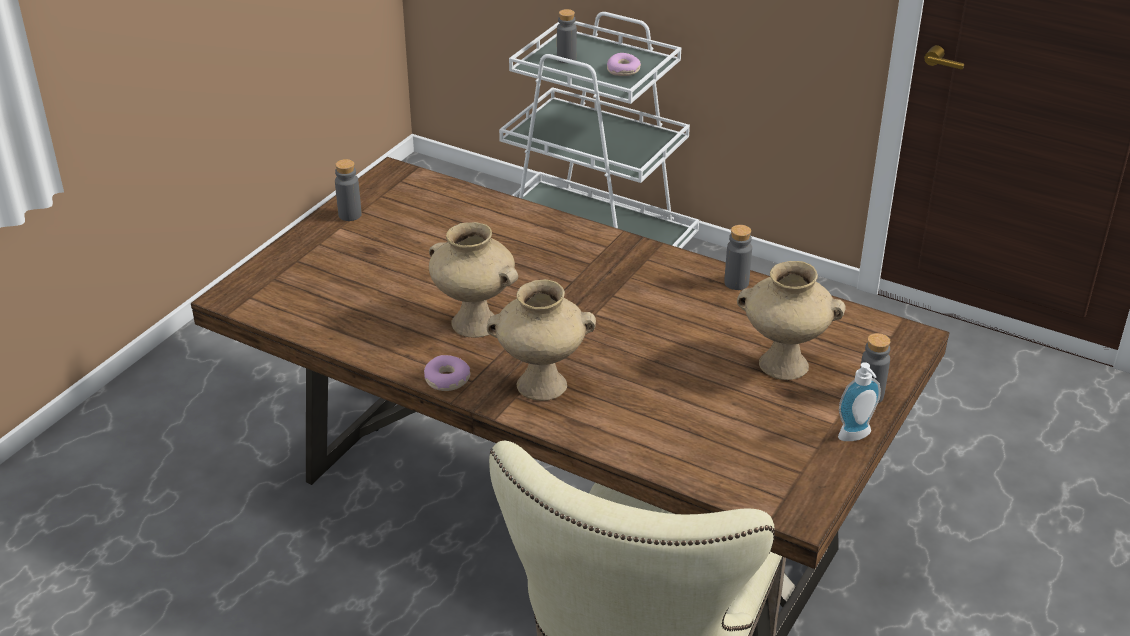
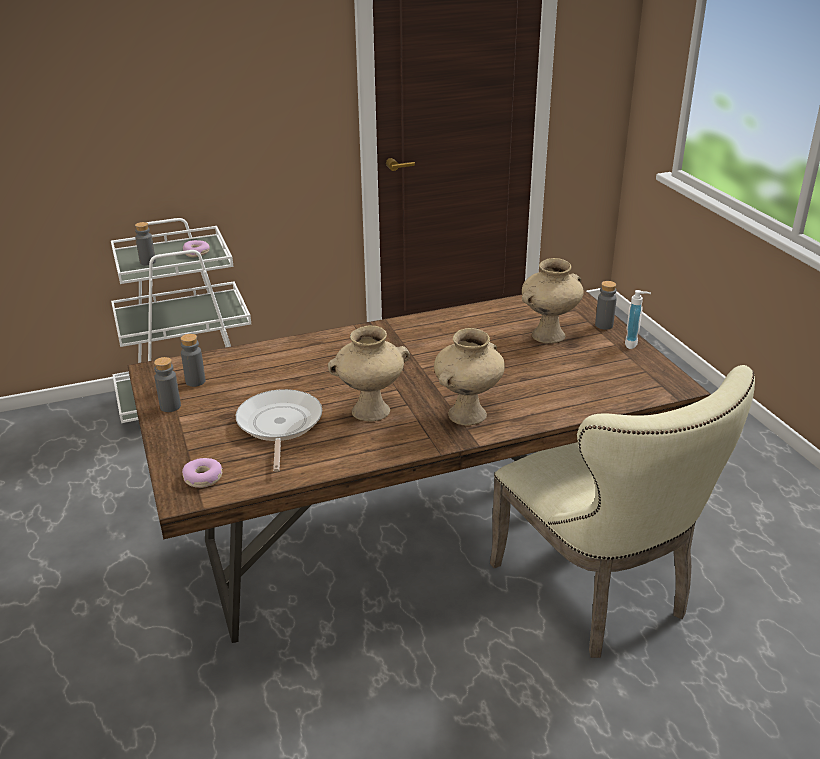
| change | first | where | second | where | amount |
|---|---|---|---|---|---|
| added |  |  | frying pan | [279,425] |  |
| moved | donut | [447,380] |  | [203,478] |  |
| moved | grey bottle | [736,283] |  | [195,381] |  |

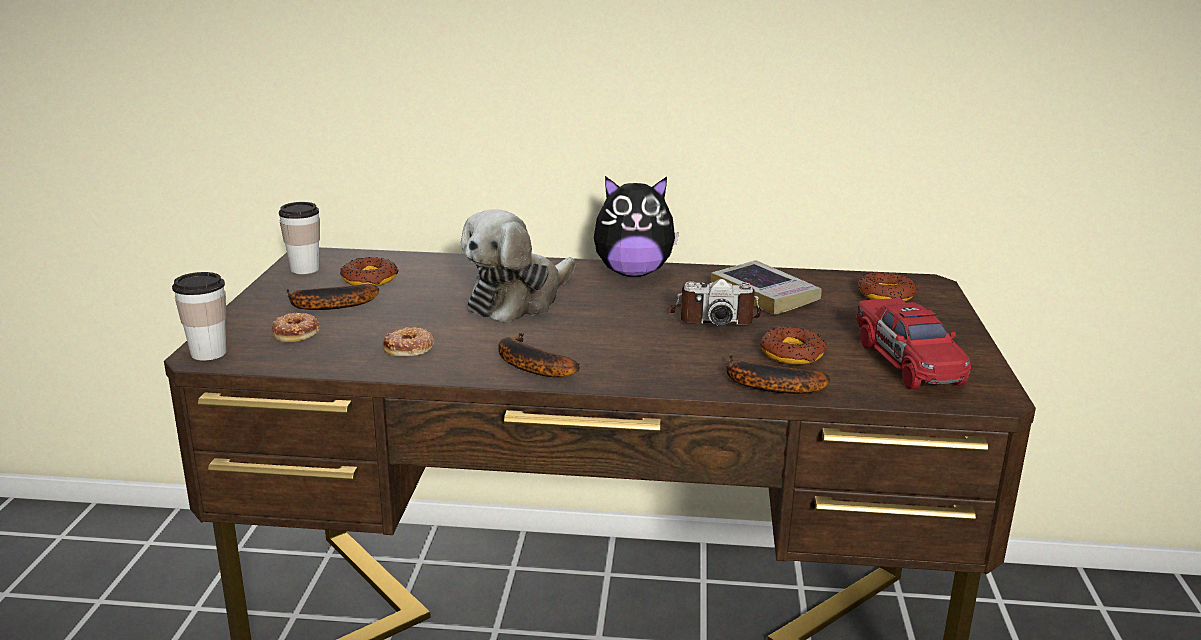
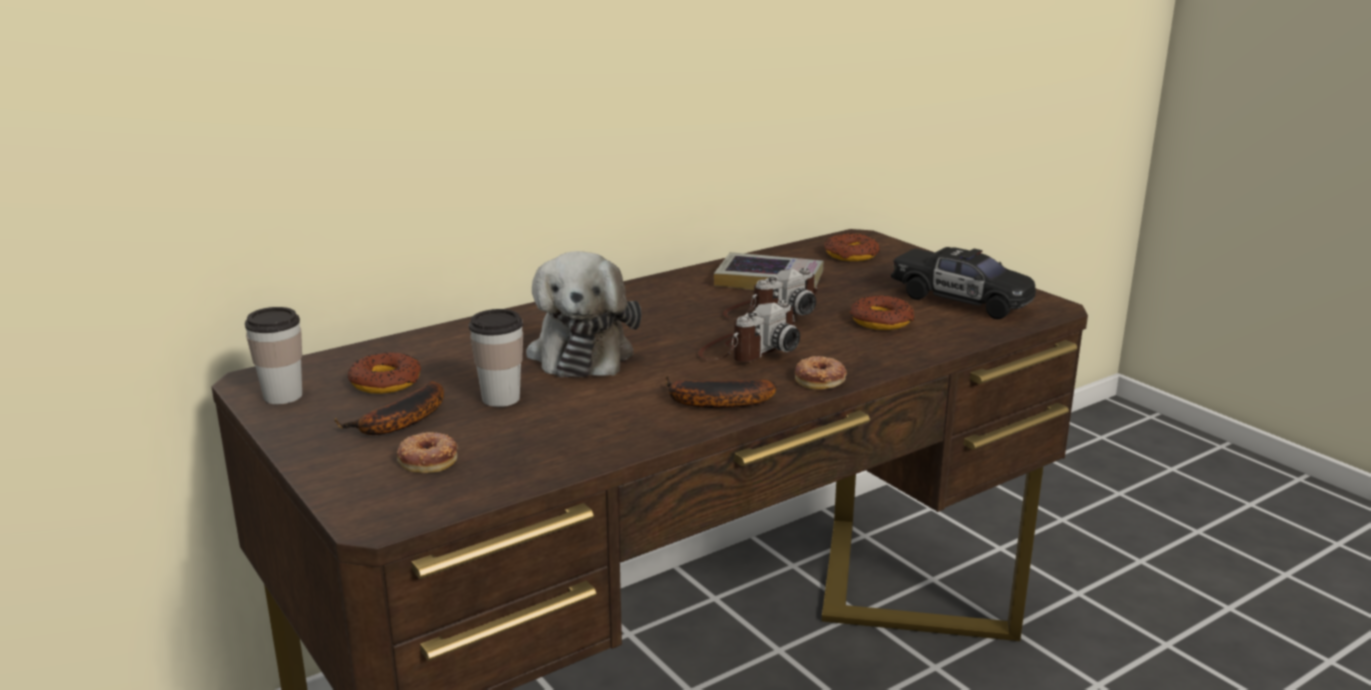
| change | first | where | second | where | amount |
|---|---|---|---|---|---|
| removed | plush toy | [633,273] |  |  |  |
| removed | banana | [765,385] |  |  |  |
| added |  |  | photo camera | [748,350] |  |
| moved | cup | [208,353] |  | [500,398] |  |
| moved | donut | [410,348] |  | [820,379] |  |
| recoloured | red toy car | [907,362] | black toy car | [961,300] |  |

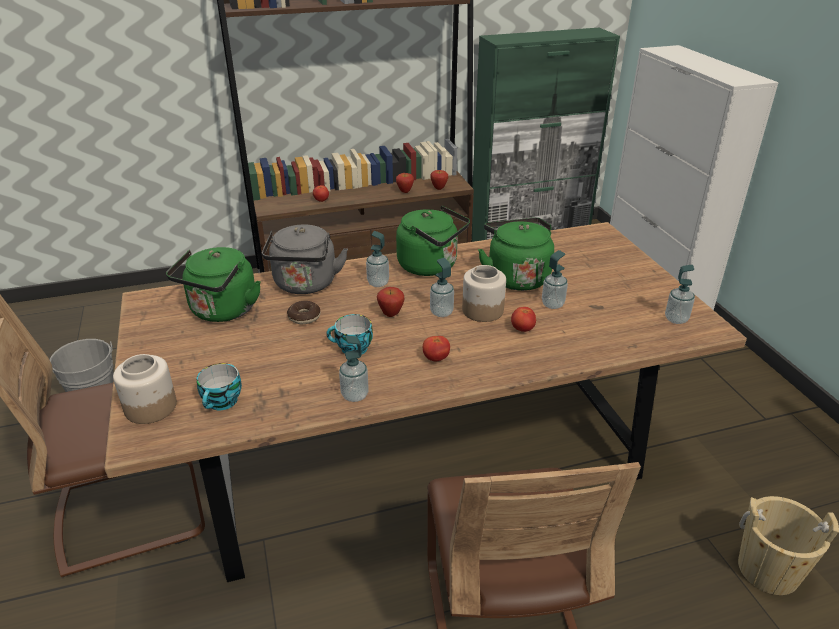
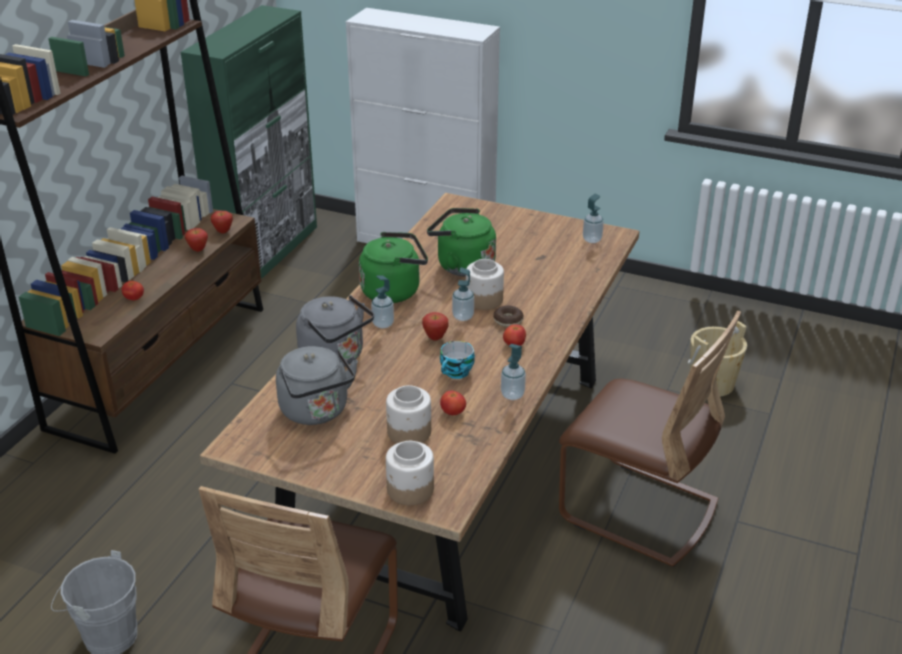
| change | first | where | second | where | amount |
|---|---|---|---|---|---|
| removed | cup | [222,402] |  |  |  |
| removed | soap dispenser | [552,304] |  |  |  |
| added |  |  | jar | [409,432] |  |
| moved | donut | [304,317] |  | [508,320] |  |
| moved | tomato | [522,329] |  | [453,413] |  |
| recoloured | green kettle | [222,311] | grey kettle | [316,412] |  |

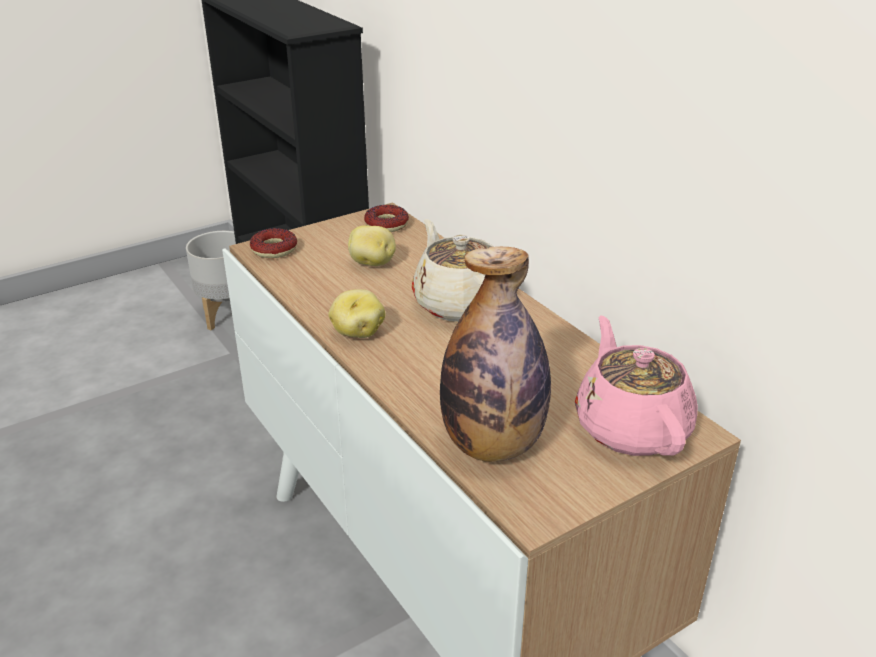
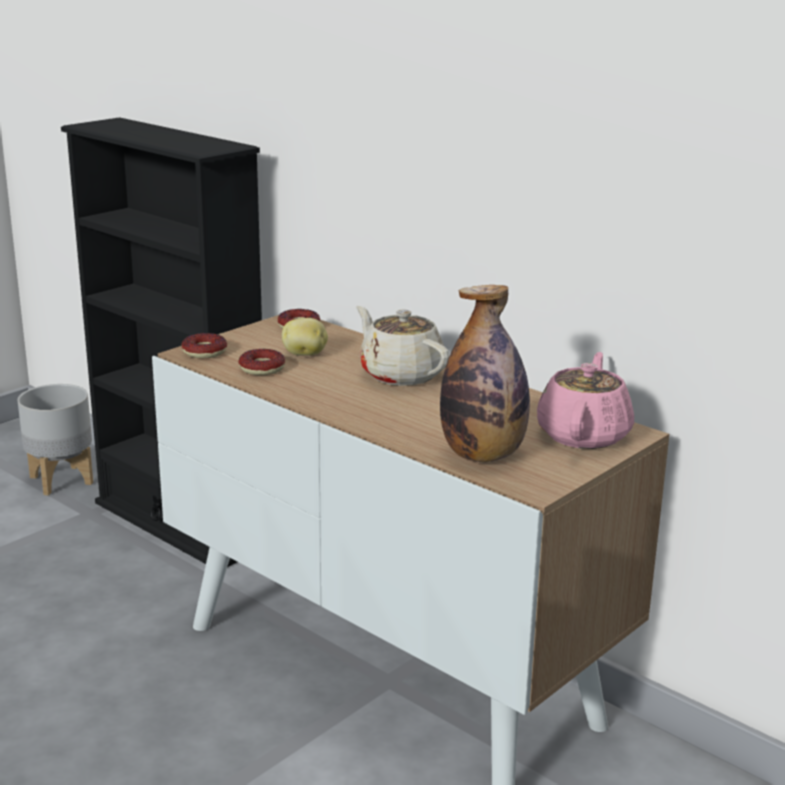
| change | first | where | second | where | amount |
|---|---|---|---|---|---|
| removed | potato | [357,332] |  |  |  |
| added |  |  | donut | [262,368] |  |
| turned | pink teapot | [630,427] |  | [584,434] | 45 degrees clockwise |

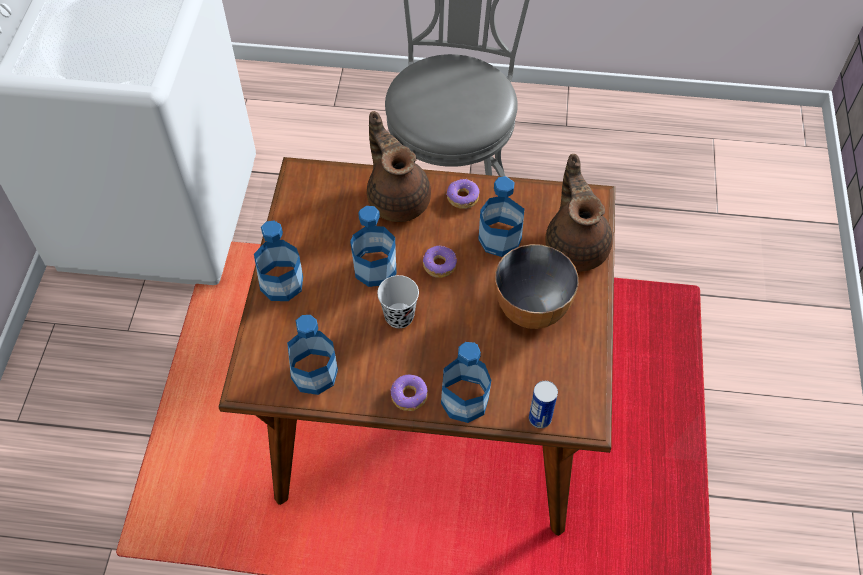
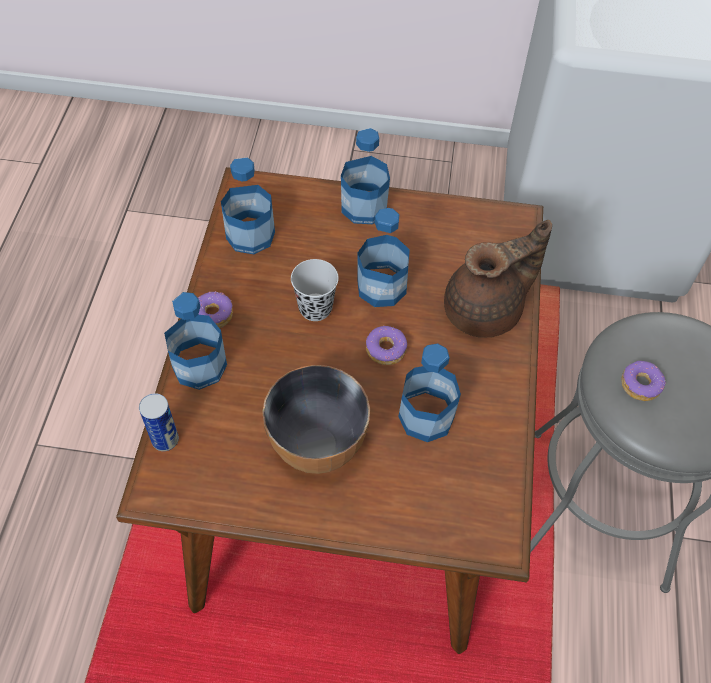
| change | first | where | second | where | amount |
|---|---|---|---|---|---|
| removed | brown teapot | [576,245] |  |  |  |
| moved | donut | [462,198] |  | [640,384] |  |

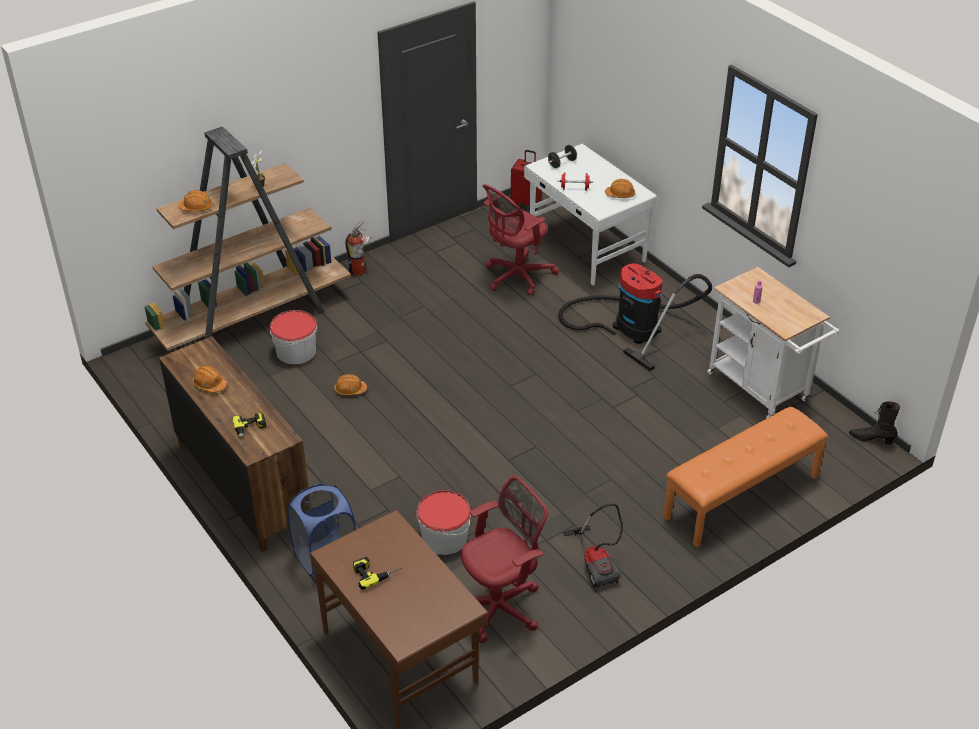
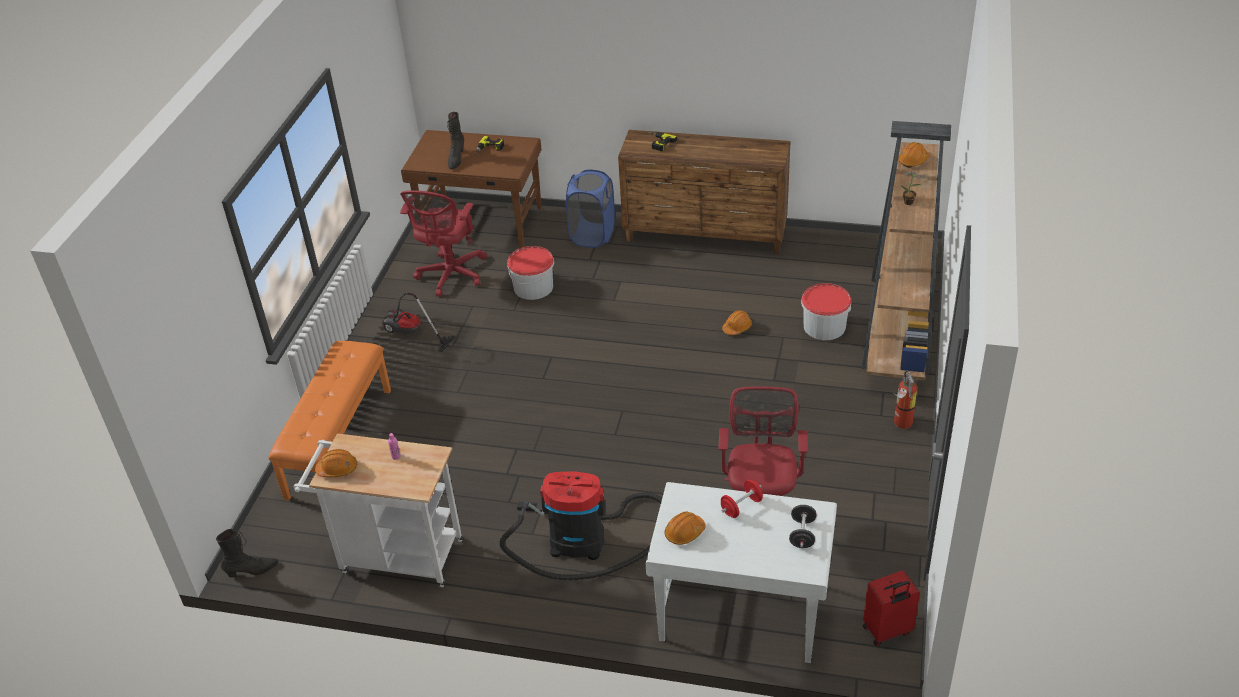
| change | first | where | second | where | amount |
|---|---|---|---|---|---|
| added |  |  | black boot | [456,159] |  |
| moved | orange hard hat | [210,384] |  | [338,469] |  |

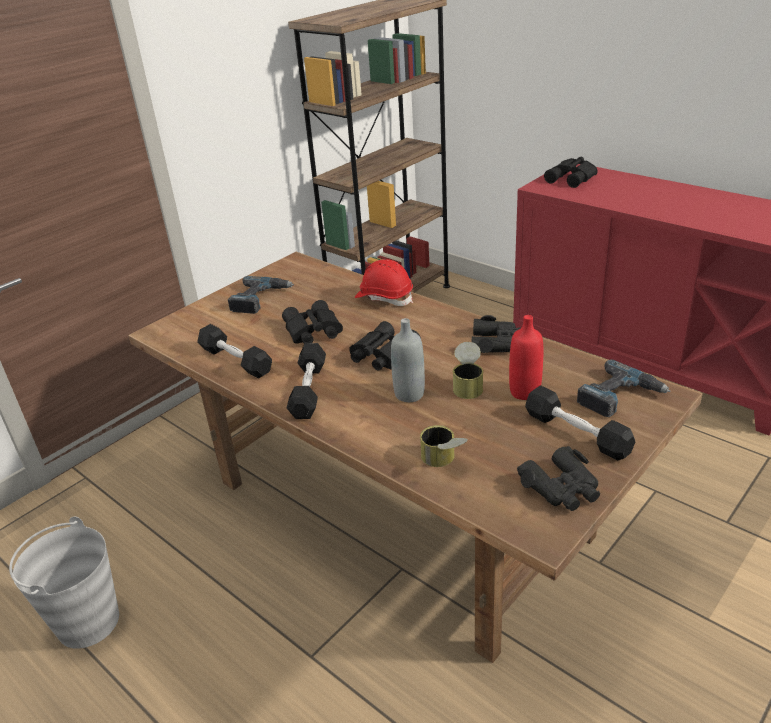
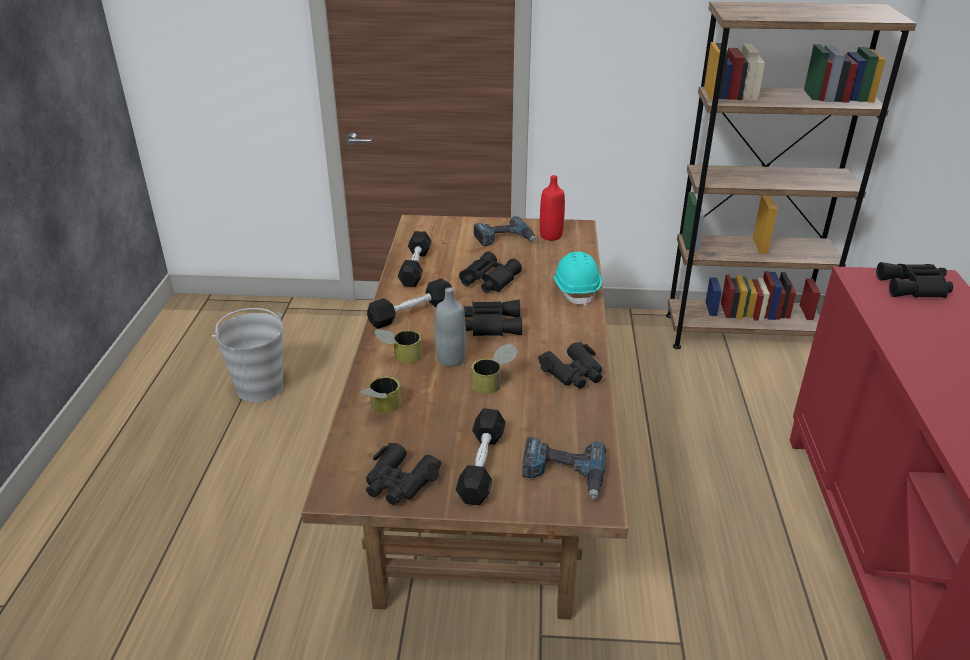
| change | first | where | second | where | amount |
|---|---|---|---|---|---|
| added |  |  | can | [399,357] |  |
| moved | red bottle | [524,392] |  | [551,236] |  |
| recoloured | red hard hat | [384,297] | turquoise hard hat | [576,289] |  |

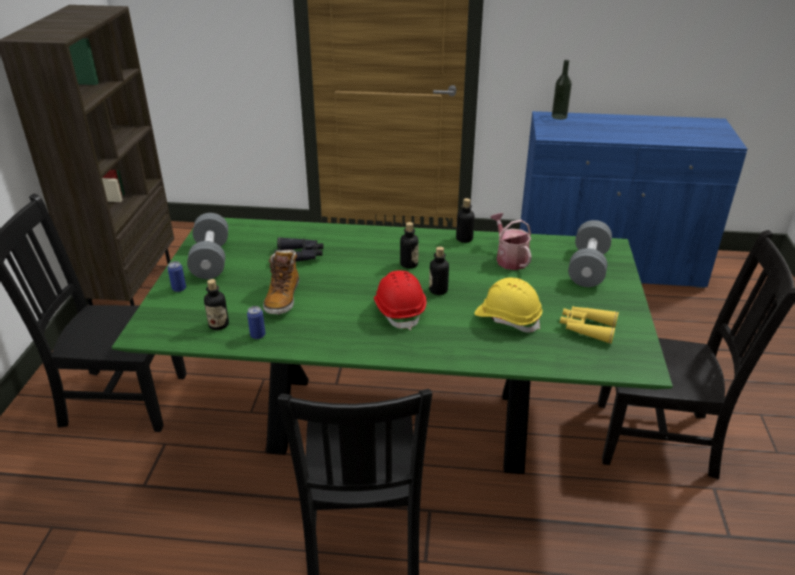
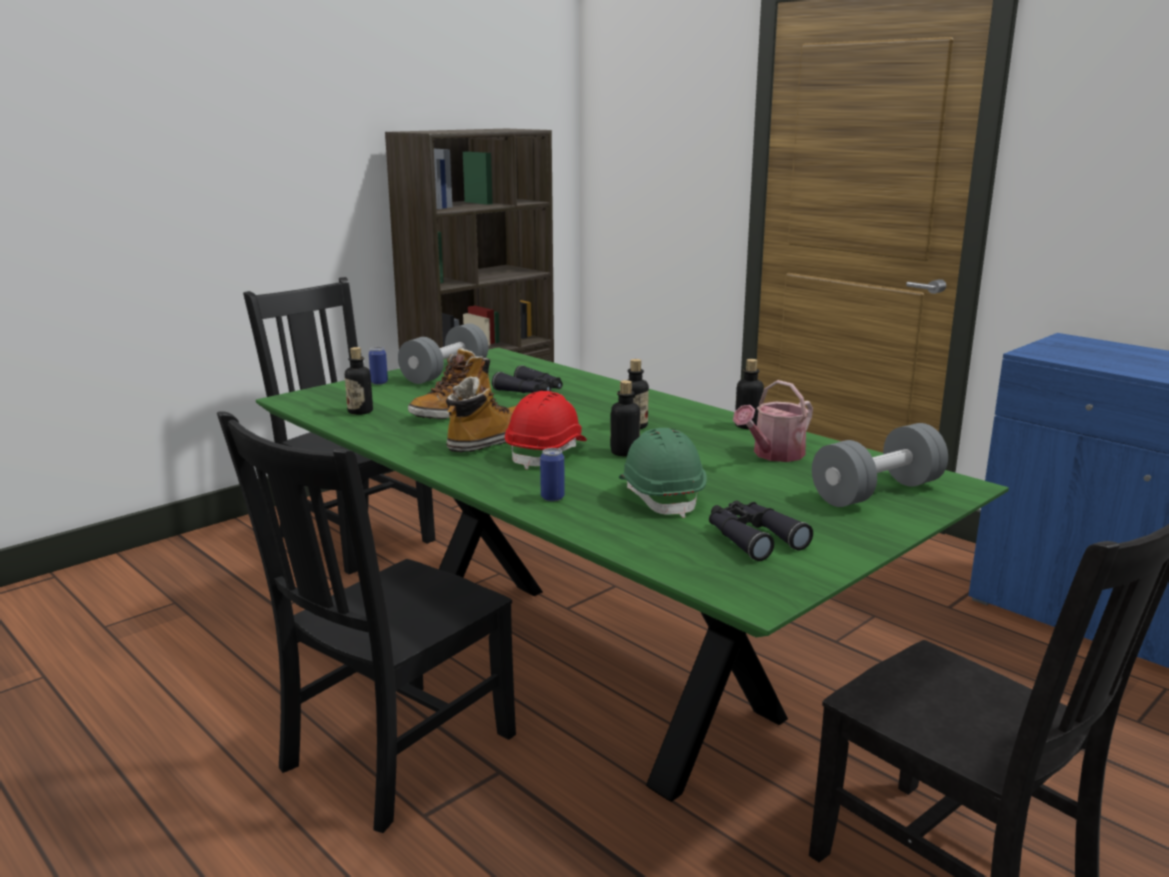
| change | first | where | second | where | amount |
|---|---|---|---|---|---|
| removed | bottle | [559,117] |  |  |  |
| added |  |  | boot | [489,441] |  |
| moved | can | [257,335] |  | [552,497] |  |
| recoloured | yellow hard hat | [507,318] | green hard hat | [661,496] |  |
| recoloured | yellow binoculars | [586,328] | black binoculars | [752,538] |  |
| turned | watering can | [509,258] |  | [774,455] | 150 degrees counterclockwise |

